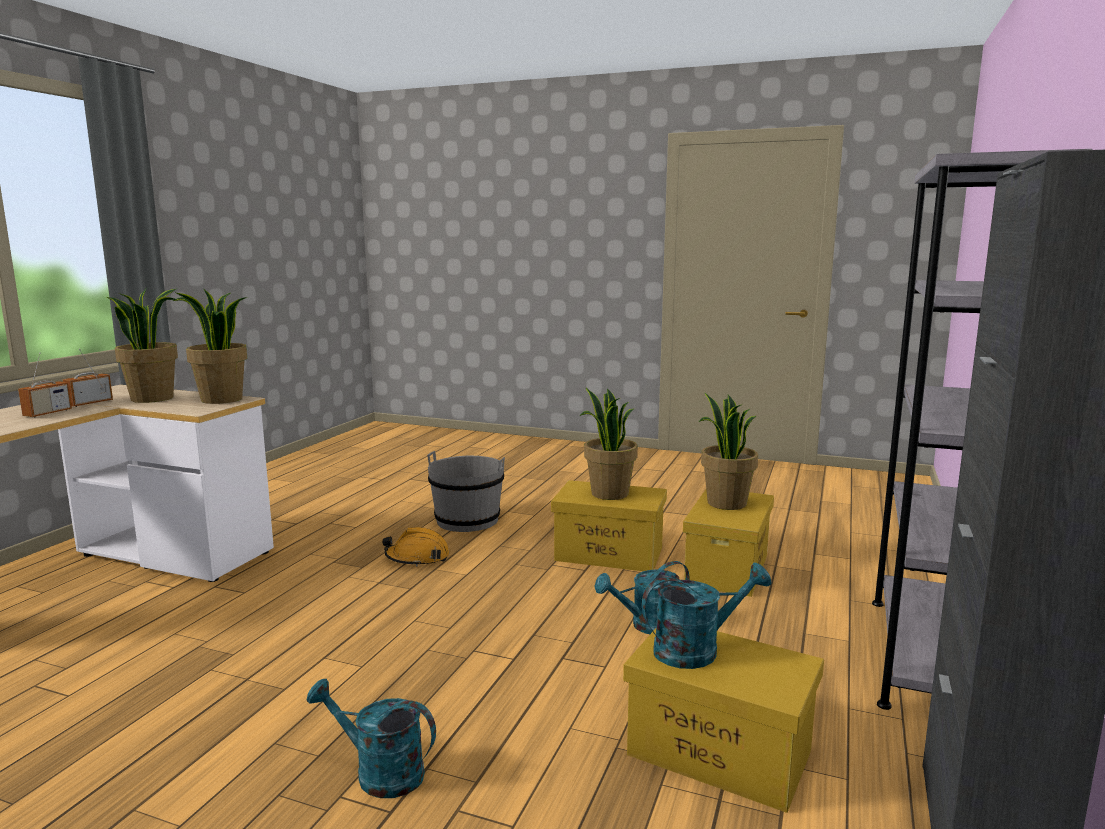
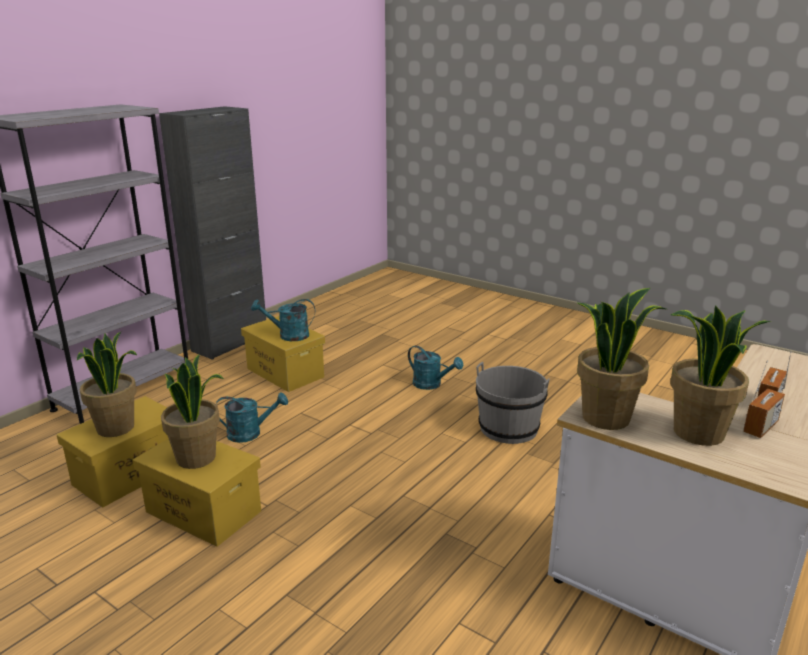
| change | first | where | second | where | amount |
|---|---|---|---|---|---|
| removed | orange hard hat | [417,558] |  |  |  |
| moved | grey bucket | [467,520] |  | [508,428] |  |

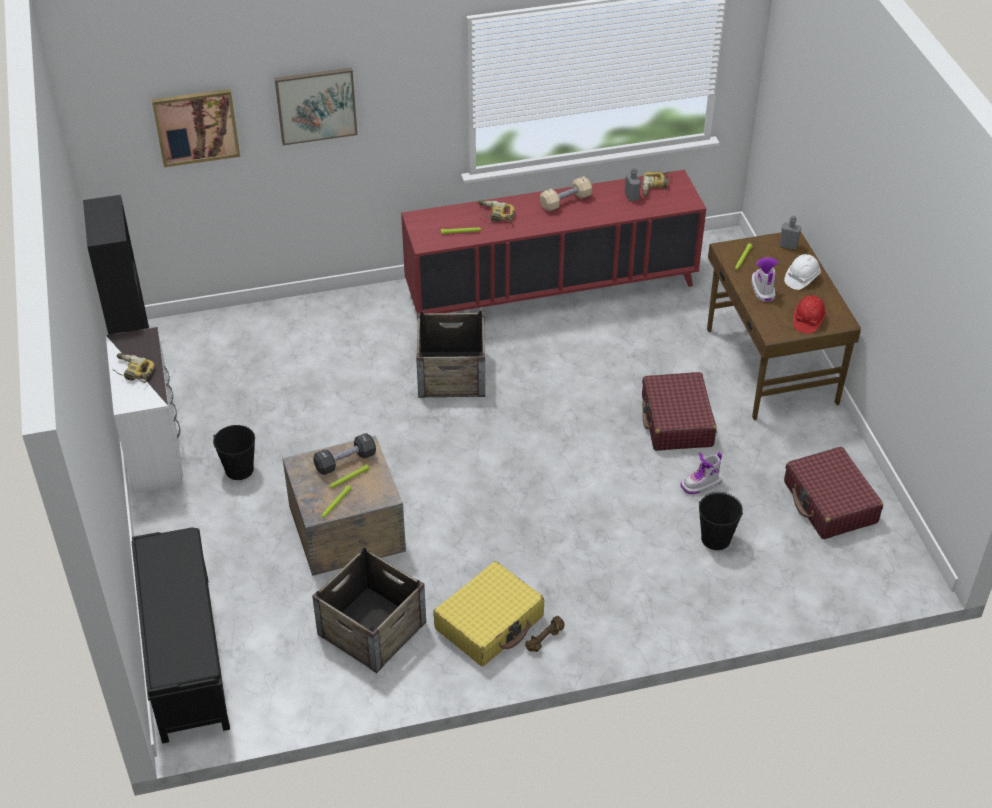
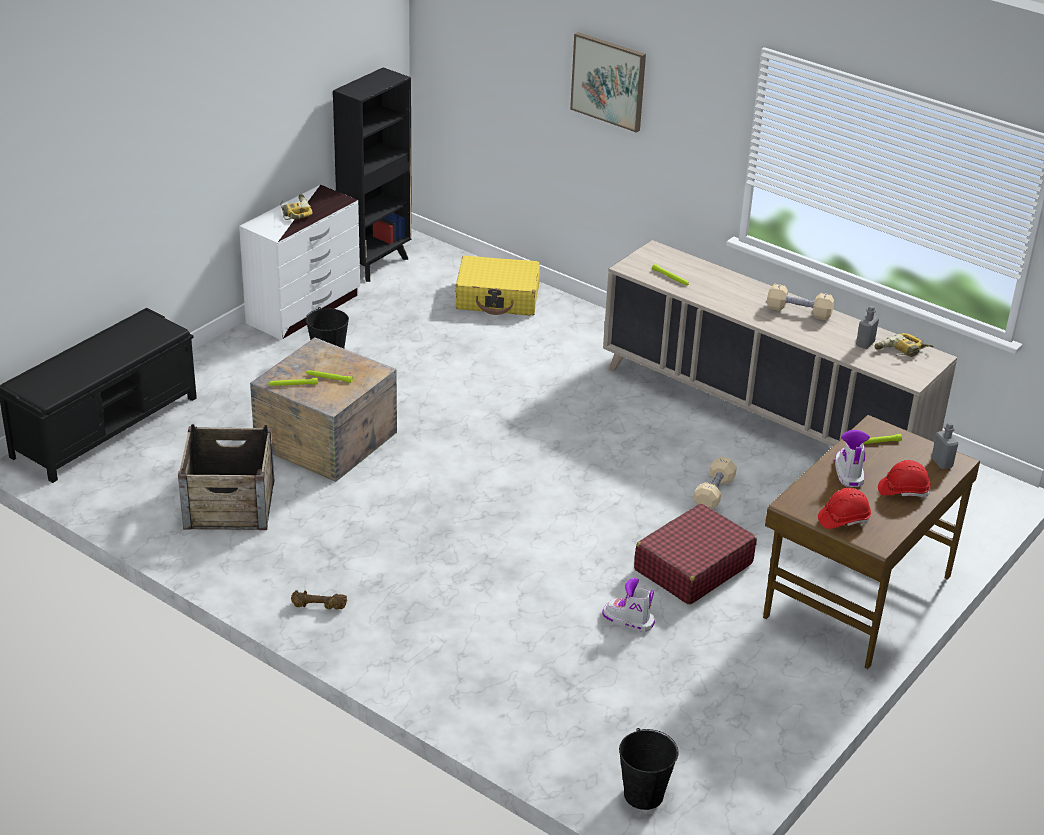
| change | first | where | second | where | amount |
|---|---|---|---|---|---|
| removed | picture | [196,127] |  |  |  |
| removed | black dumbbell | [345,461] |  |  |  |
| removed | crate | [452,374] |  |  |  |
| removed | power drill | [495,215] |  |  |  |
| removed | red suitcase | [830,503] |  |  |  |
| added |  |  | beige dumbbell | [714,493] |  |
| moved | yellow suitcase | [489,623] |  | [498,298] |  |
| moved | black bucket | [716,539] |  | [643,794] |  |
| recoloured | red cabinet | [551,290] | beige cabinet | [763,414] |  |
| recoloured | white hard hat | [801,278] | red hard hat | [903,491] |  |
| turned | boot | [762,289] |  | [848,472] | 45 degrees counterclockwise |

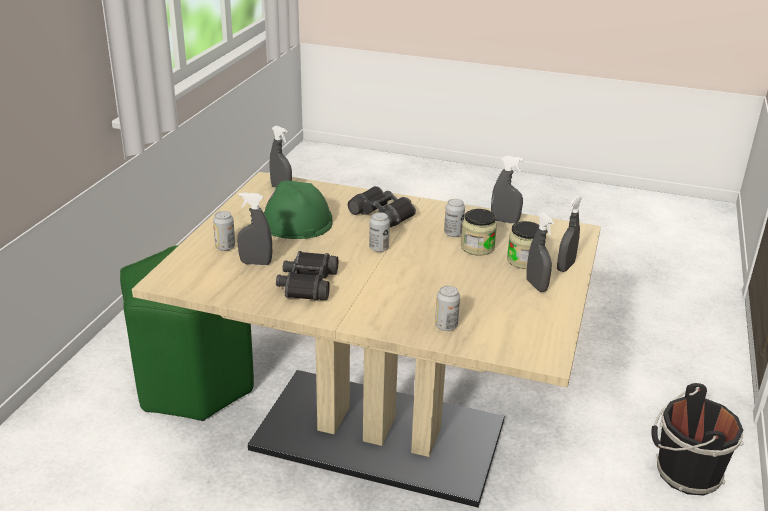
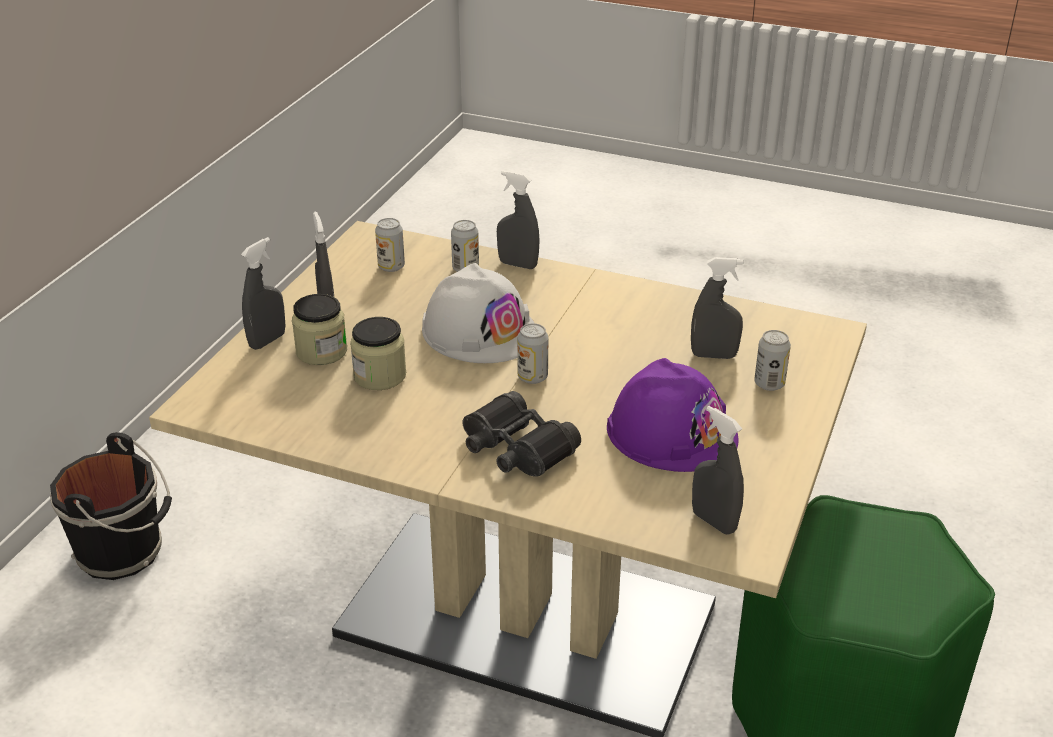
| change | first | where | second | where | amount |
|---|---|---|---|---|---|
| removed | black binoculars | [307,284] |  |  |  |
| added |  |  | white hard hat | [479,331] |  |
| moved | can | [453,233] |  | [391,266] |  |
| moved | grey spray bottle | [505,221] |  | [518,264] |  |
| recoloured | green hard hat | [294,222] | purple hard hat | [671,432] |  |

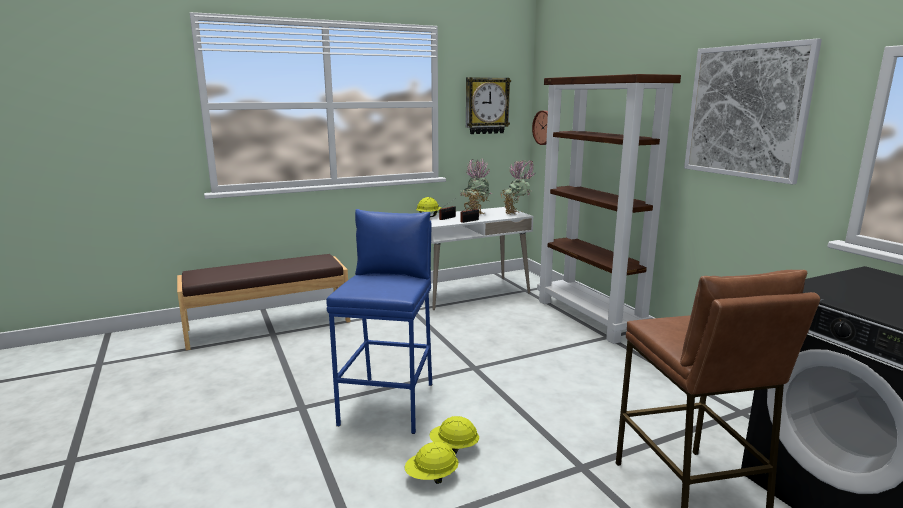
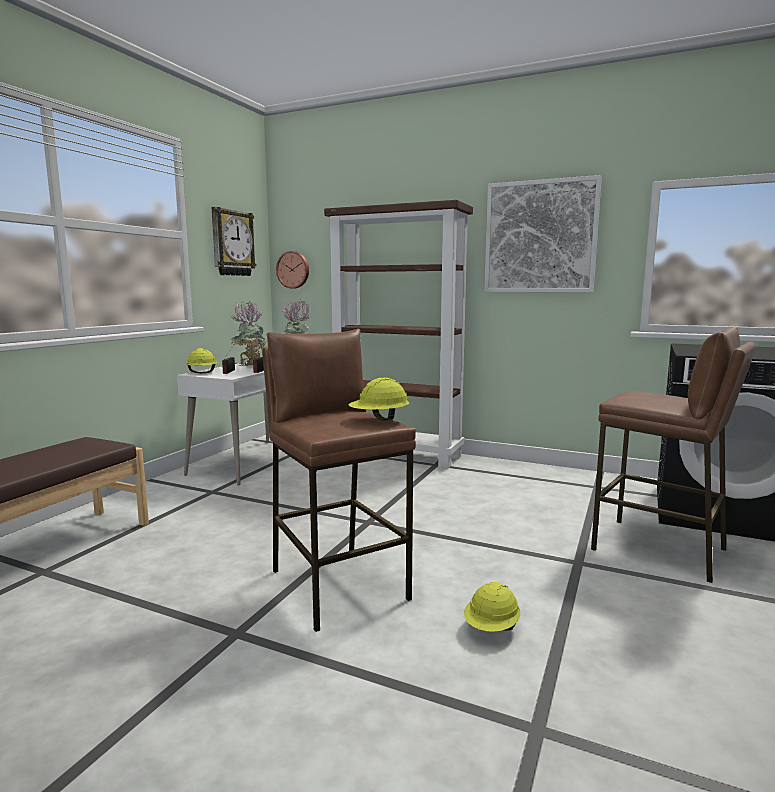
| change | first | where | second | where | amount |
|---|---|---|---|---|---|
| moved | yellow hard hat | [454,447] |  | [379,420] |  |
| recoloured | blue stool | [389,403] | brown stool | [338,584] |  |

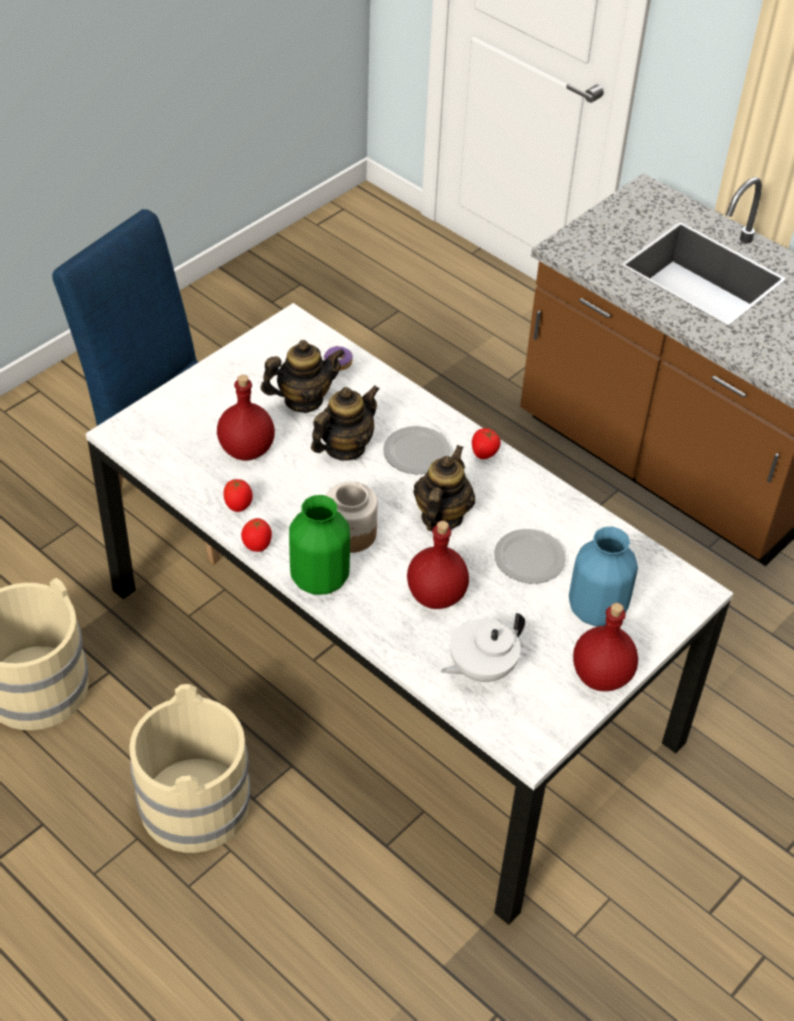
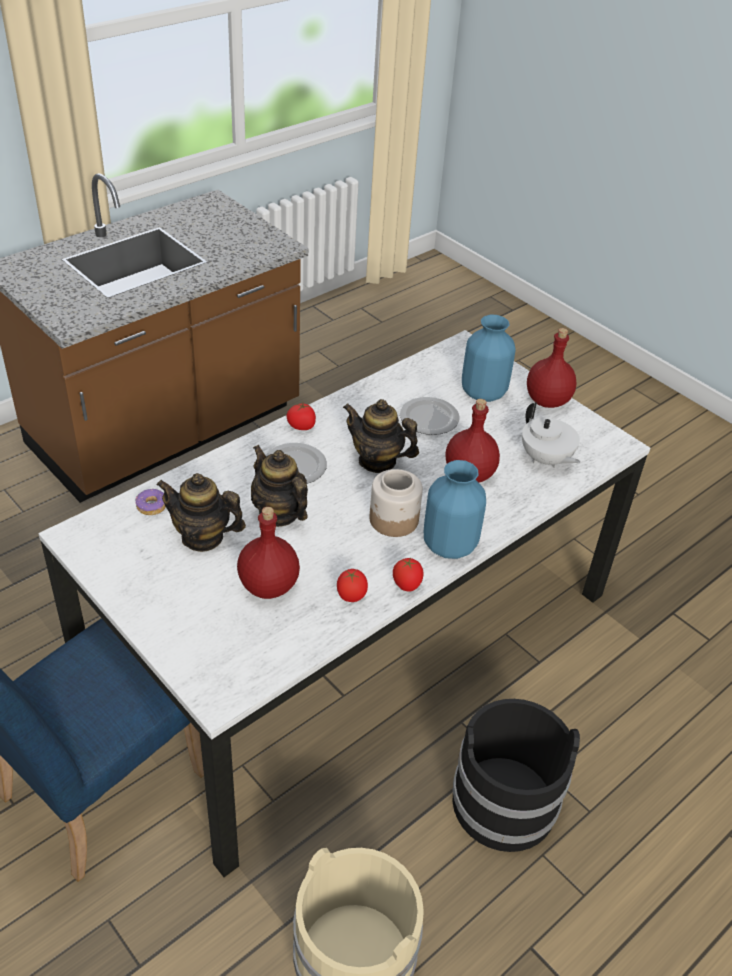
| change | first | where | second | where | amount |
|---|---|---|---|---|---|
| recoloured | beige bucket | [194,803] | black bucket | [503,803] |  |
| recoloured | green vase | [318,579] | blue vase | [450,546] |  |
| turned | teapot | [303,400] |  | [202,537] | 60 degrees counterclockwise |

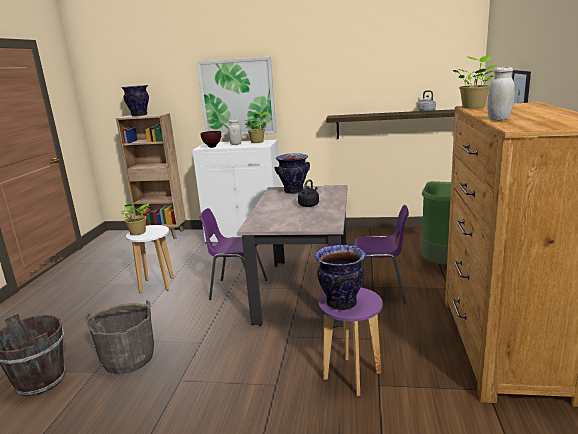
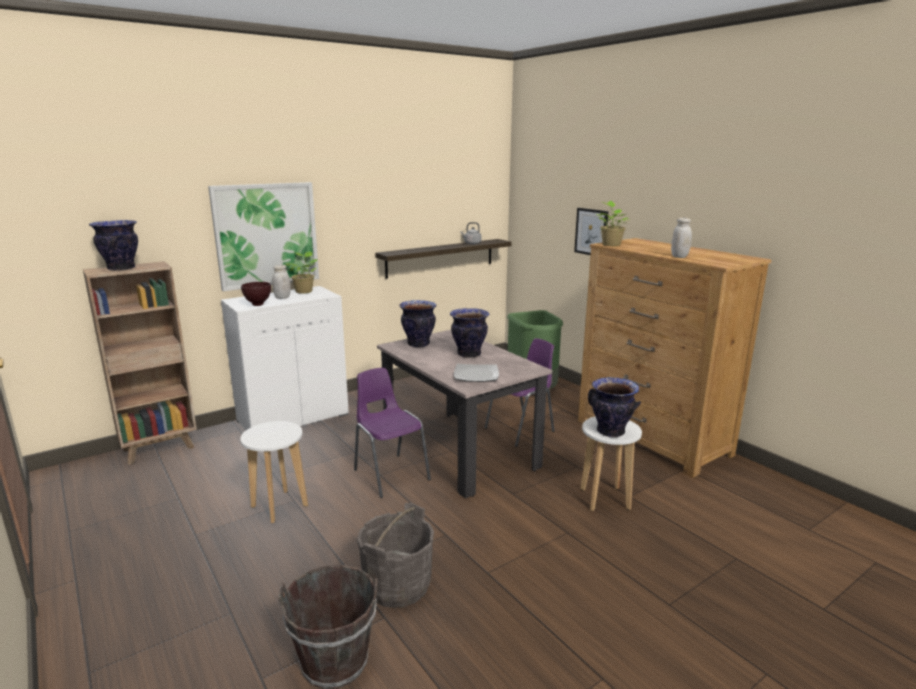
| change | first | where | second | where | amount |
|---|---|---|---|---|---|
| removed | potted plant | [137,233] |  |  |  |
| added |  |  | plate | [475,375] |  |
| replaced | black kettle | [309,205] | vase | [468,354] |  |
| recoloured | purple stool | [352,376] | white stool | [605,499] |  |
| turned | purple chair | [237,289] |  | [390,474] | 90 degrees clockwise |

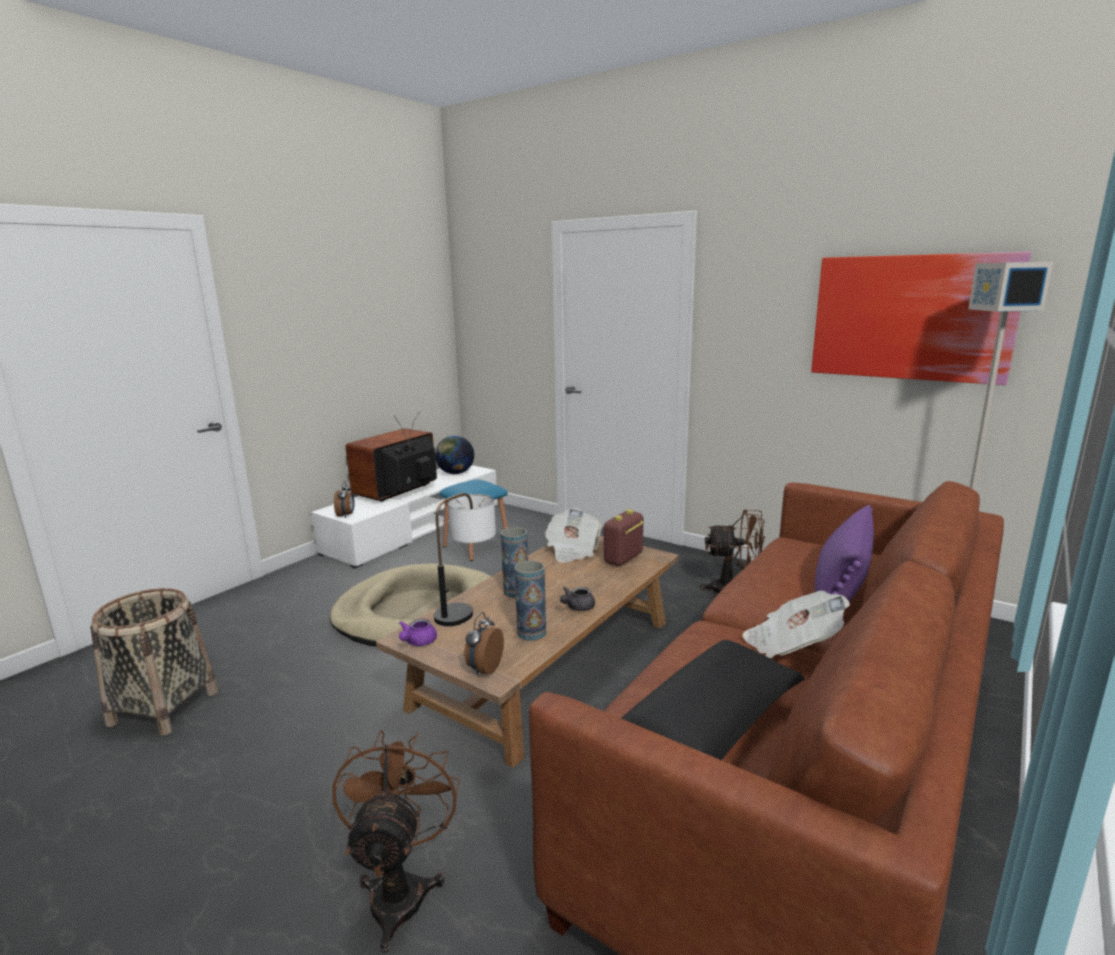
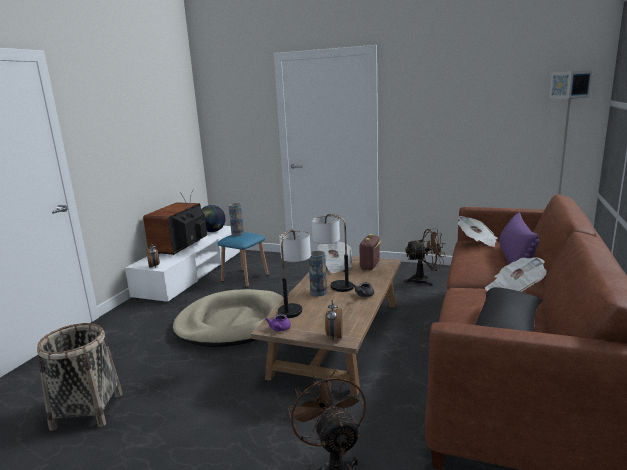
| change | first | where | second | where | amount |
|---|---|---|---|---|---|
| removed | picture | [911,317] |  |  |  |
| added |  |  | table lamp | [333,283] |  |
| added |  |  | newspaper | [477,241] |  |
| moved | vase | [531,632] |  | [237,234] |  |

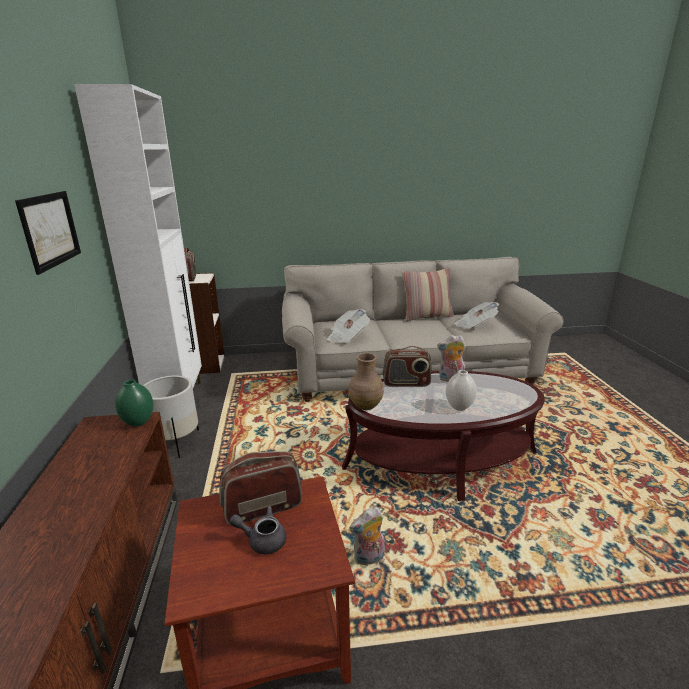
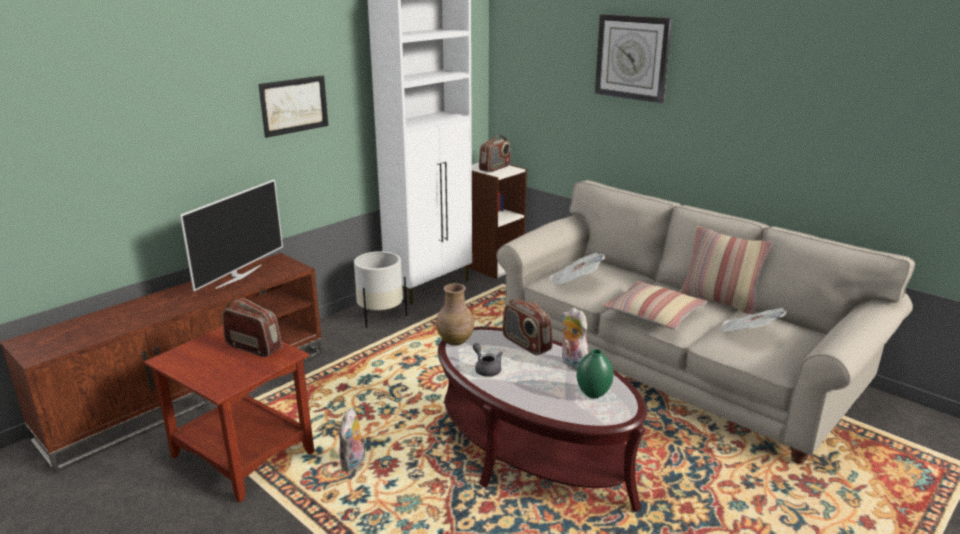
| change | first | where | second | where | amount |
|---|---|---|---|---|---|
| removed | white vase | [459,407] |  |  |  |
| added |  |  | television | [238,276] |  |
| added |  |  | wall clock | [632,57] |  |
| added |  |  | pillow | [654,314] |  |
| moved | green vase | [139,422] |  | [593,394] |  |
| moved | grey teapot | [262,540] |  | [486,369] |  |
| turned | plush toy | [369,559] |  | [354,463] | 105 degrees counterclockwise |

